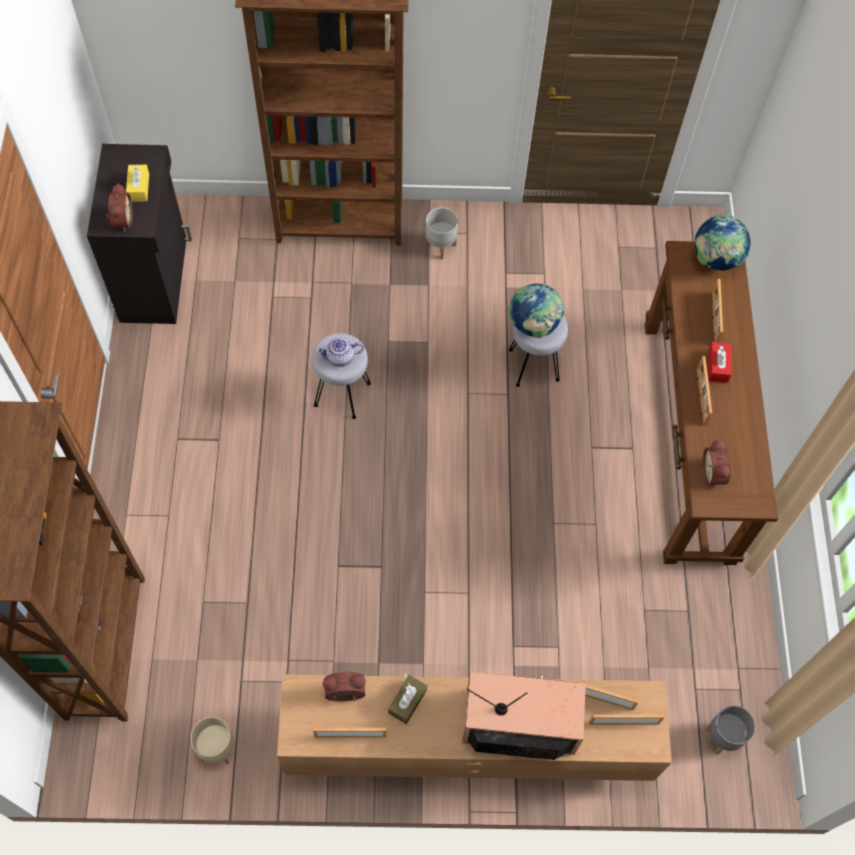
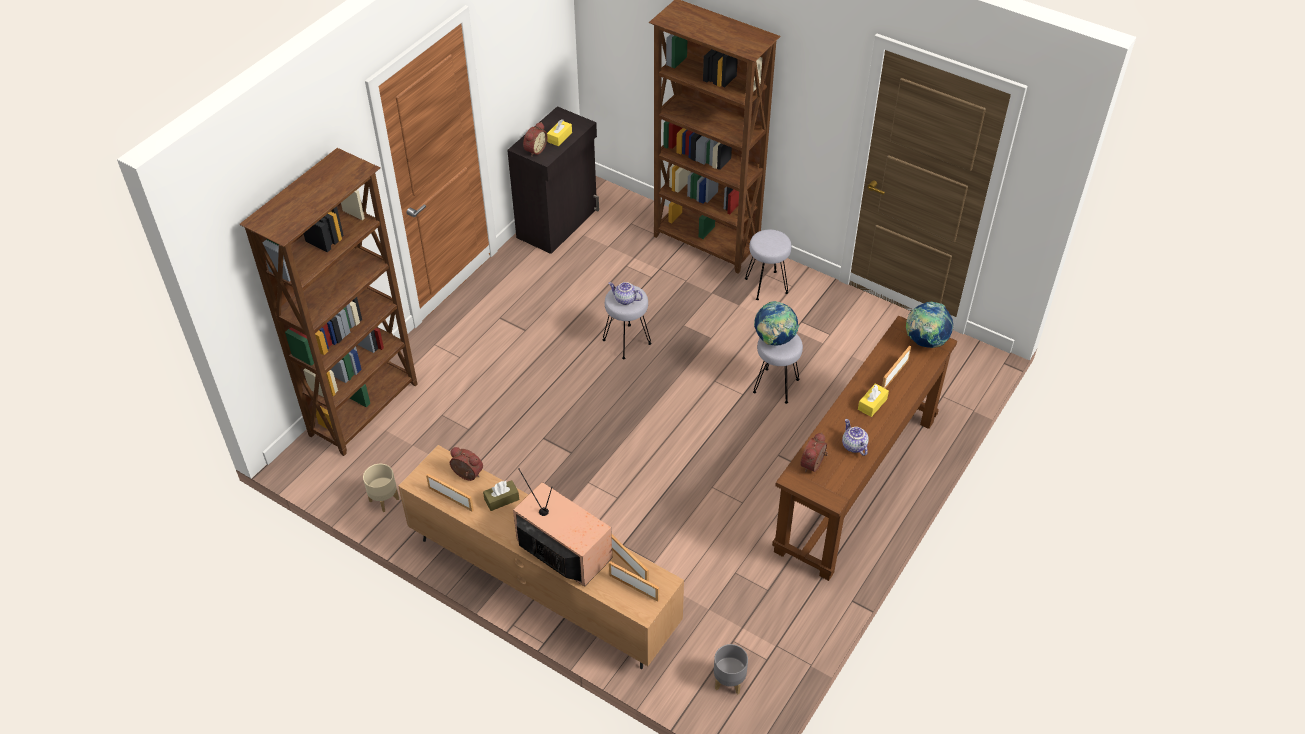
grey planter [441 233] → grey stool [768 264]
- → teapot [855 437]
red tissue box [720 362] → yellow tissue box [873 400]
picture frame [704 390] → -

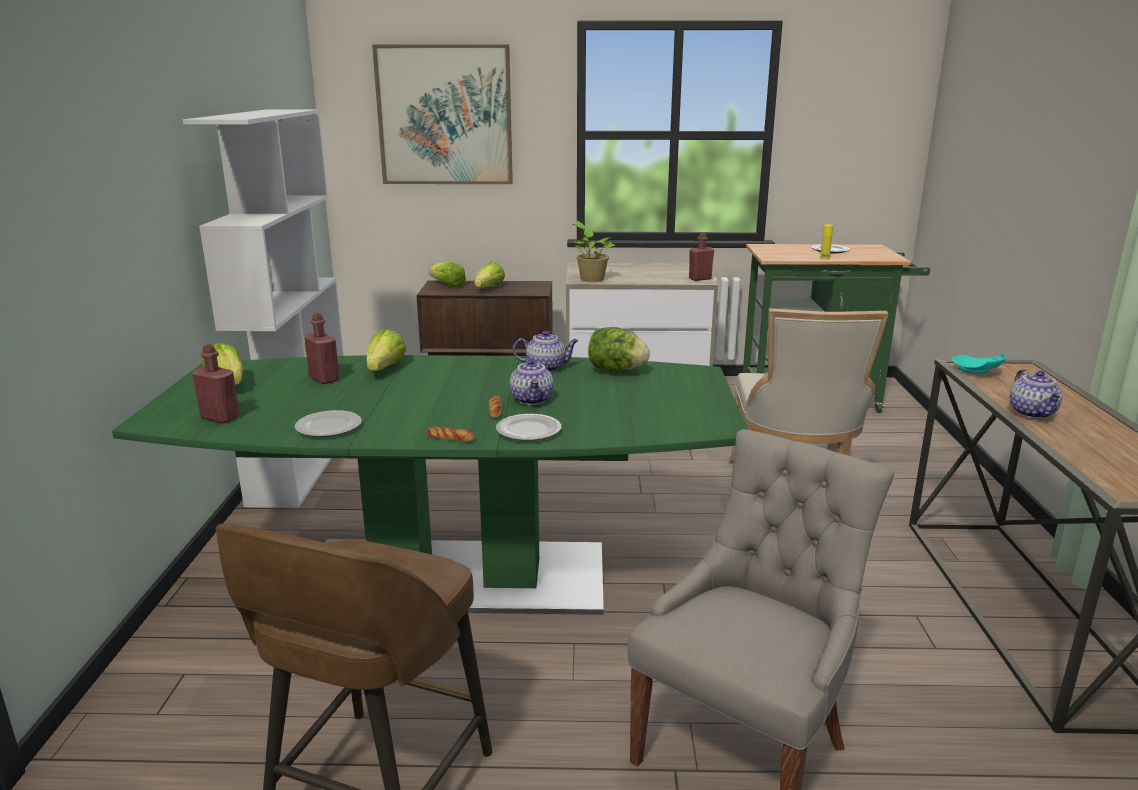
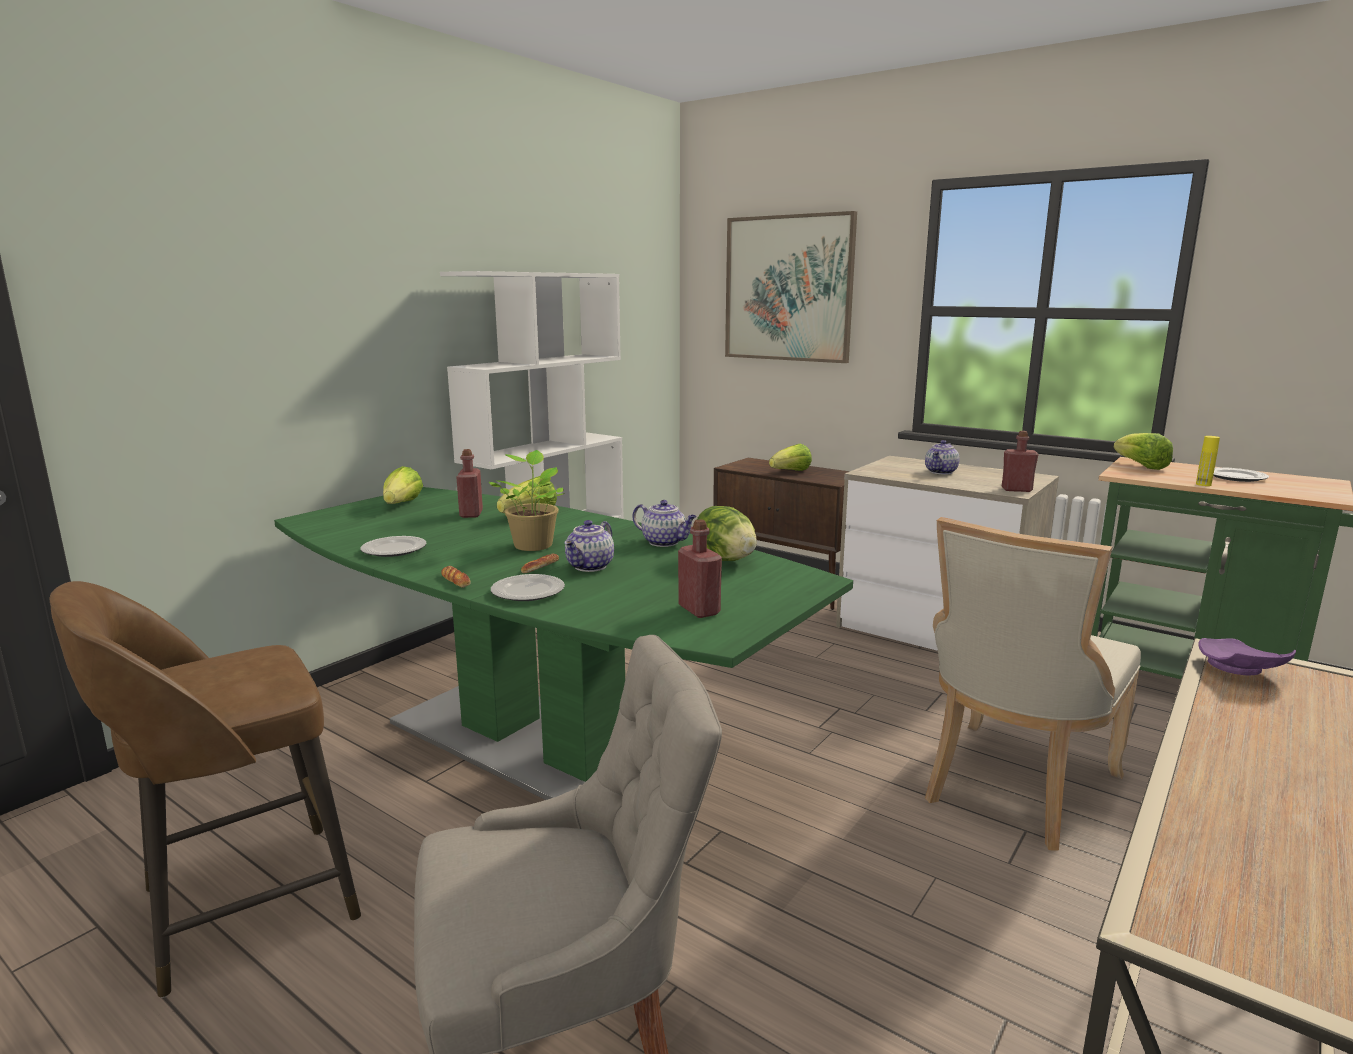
potted plant [593 251] → potted plant [526 500], move
red bottle [215 384] → red bottle [700 568], move
teapot [1036 394] → teapot [942 457], move
lettuce [447 274] → lettuce [1143 451], move
turquoise plate [978 363] → purple plate [1247 656]

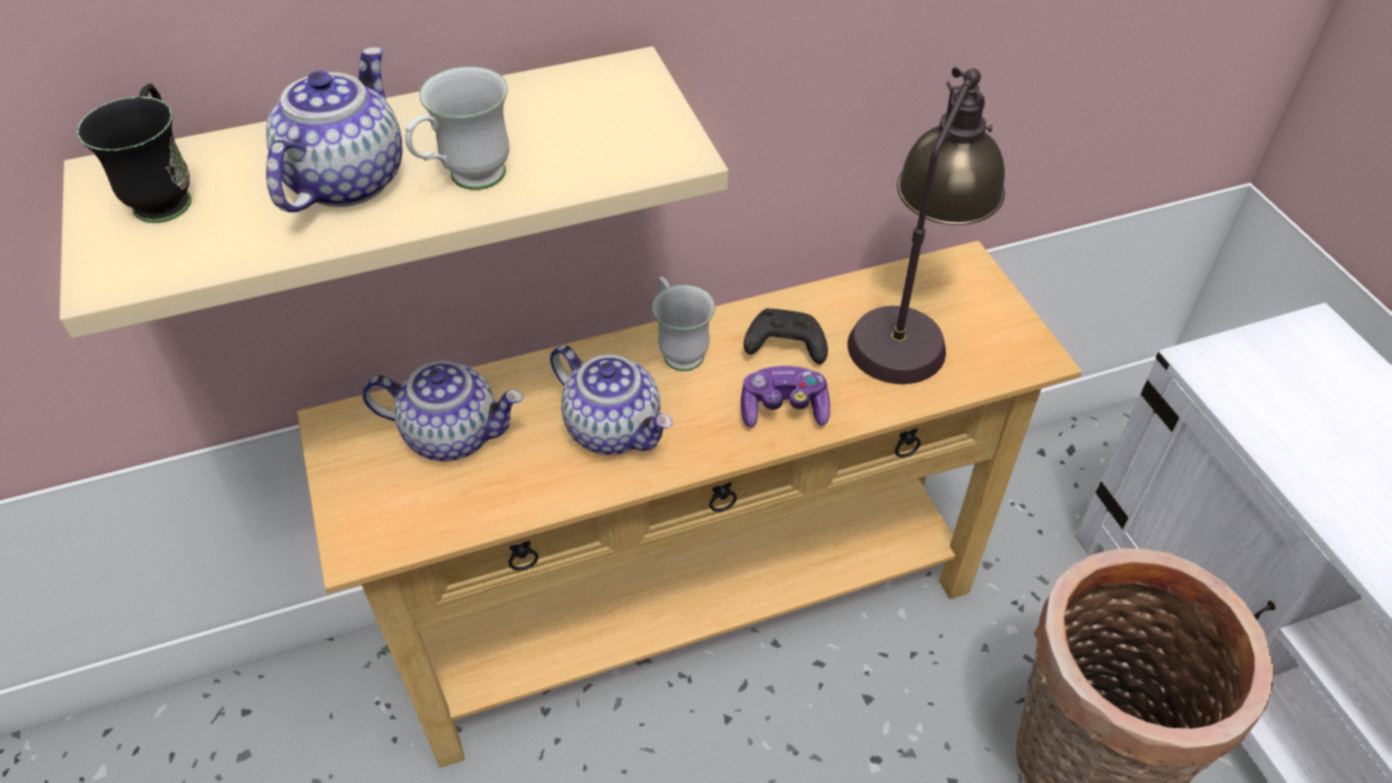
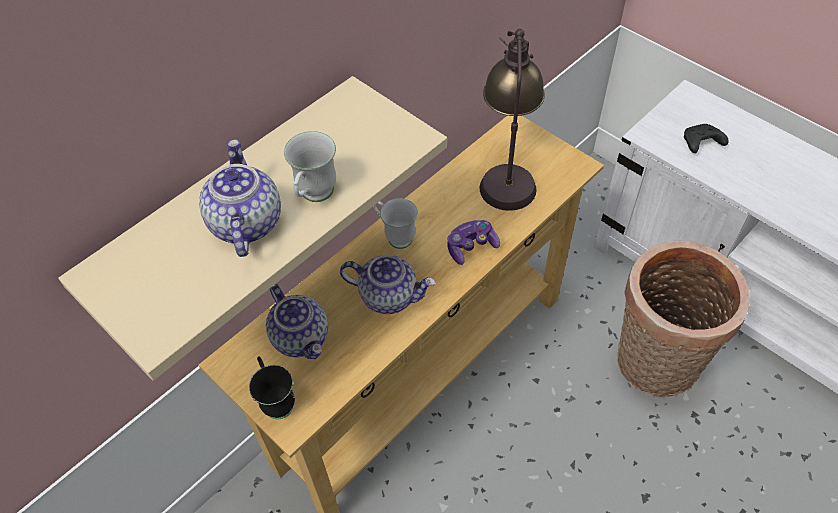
black mug [134 153] → black mug [272 388], move
teapot [442 411] → teapot [297 321], 75 degrees clockwise
black game controller [786 336] → black game controller [706 138], move

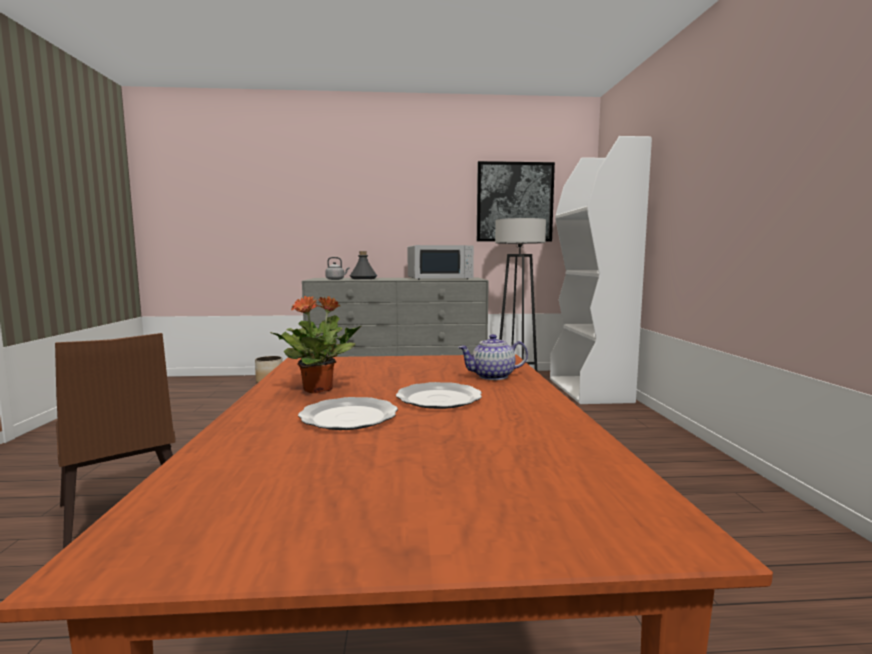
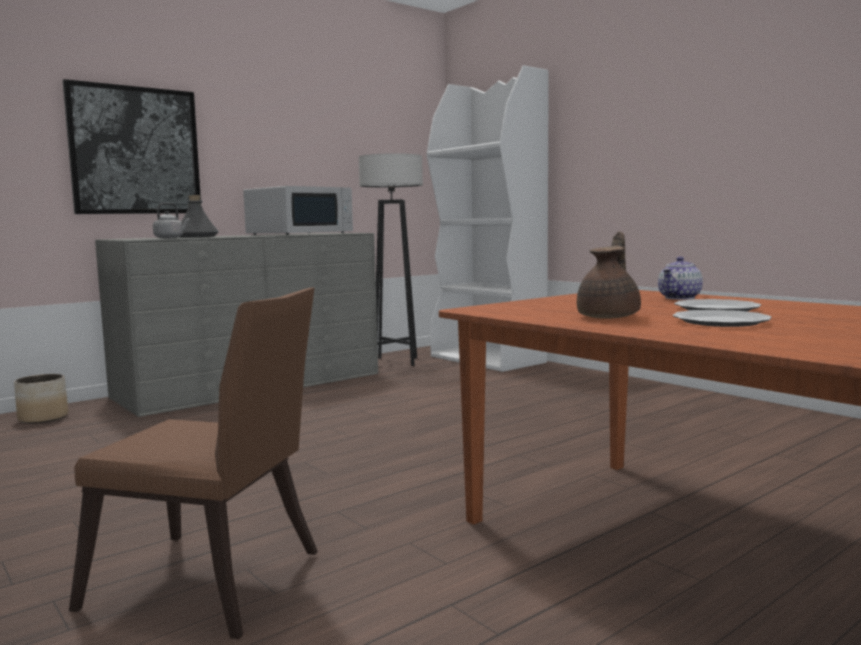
picture [516 201] → picture [131 146], move
potted plant [315 344] → brown teapot [609 275]

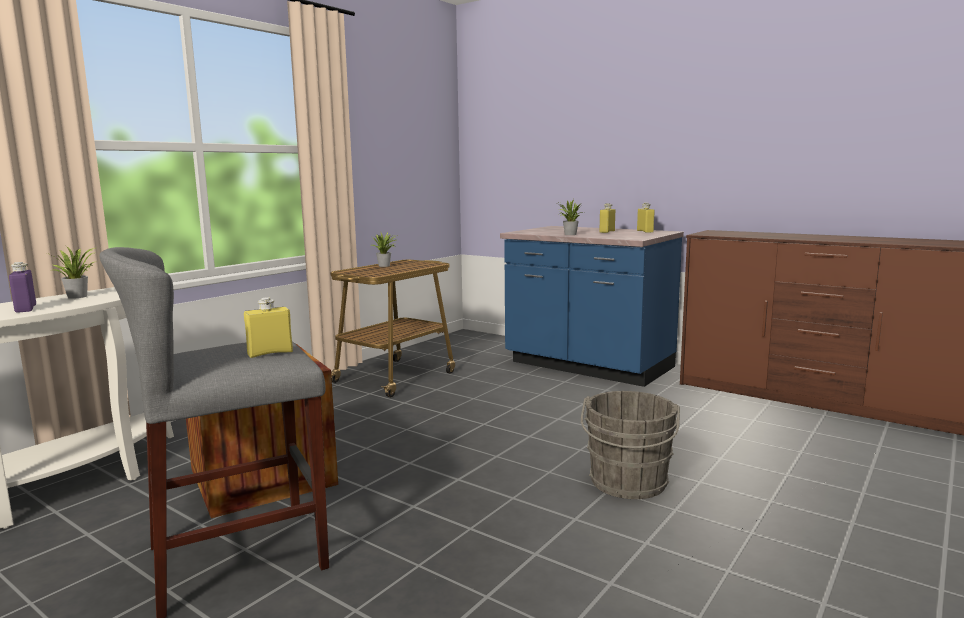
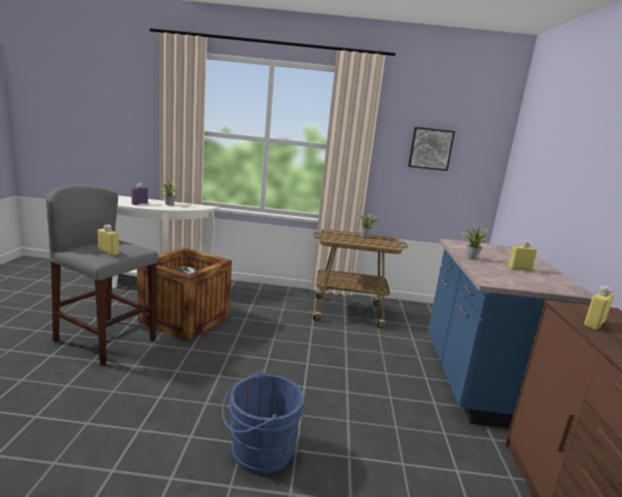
grey bucket [630 445] → blue bucket [263 422]
- → picture [431 149]
yellow bottle [646 218] → yellow bottle [599 308], move

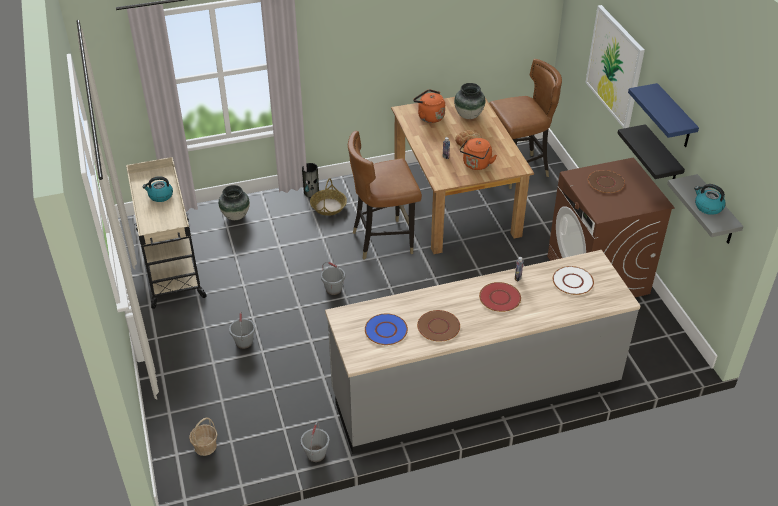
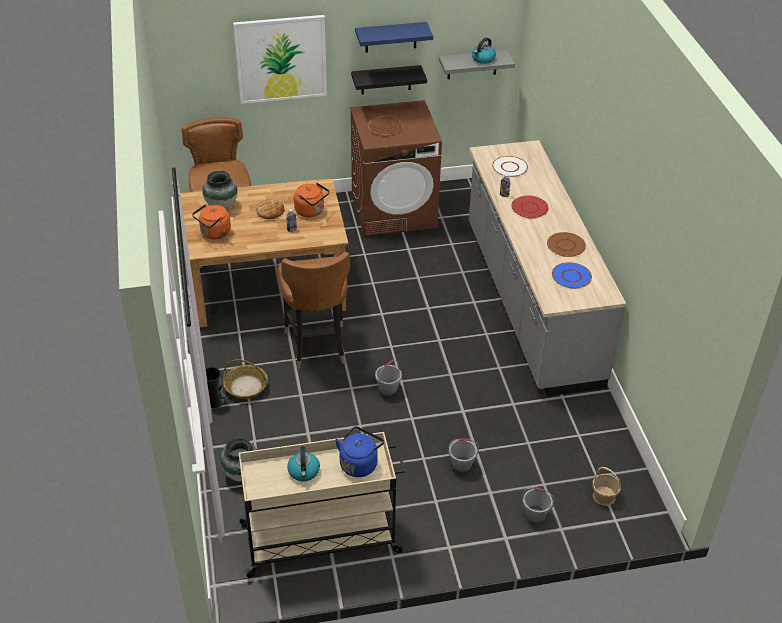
- → blue kettle [359 451]
grey bucket [315 442] → grey bucket [538 505], move

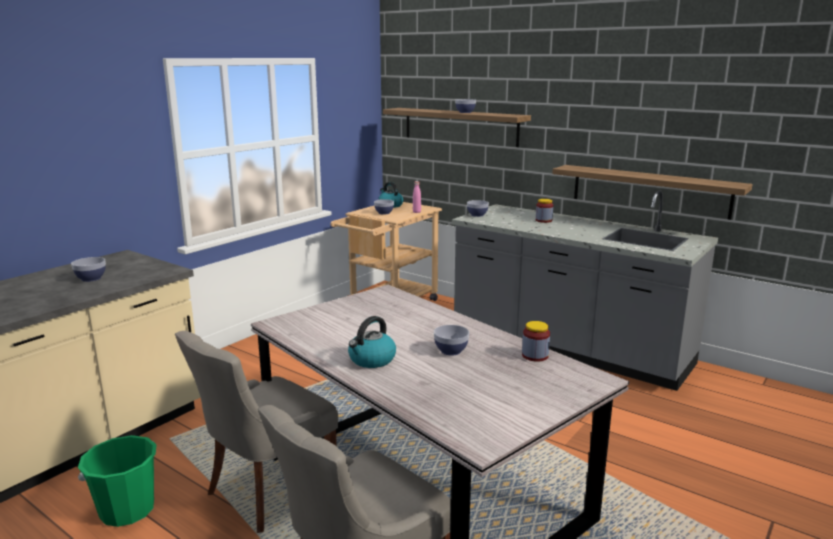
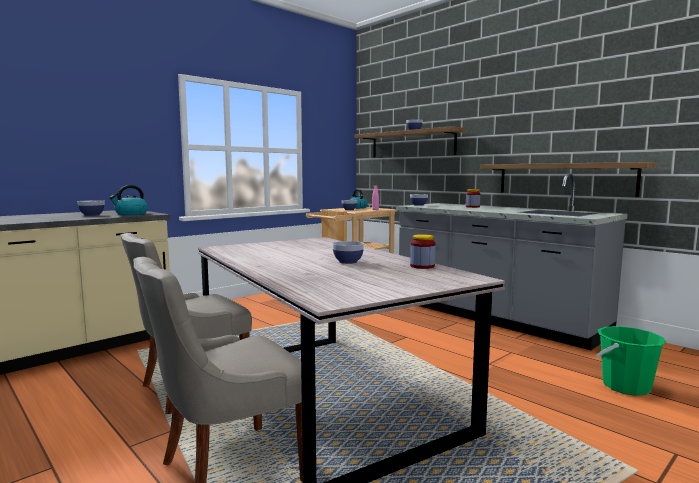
kettle [372 342] → kettle [128 200], move
green bucket [117 481] → green bucket [631 361], move

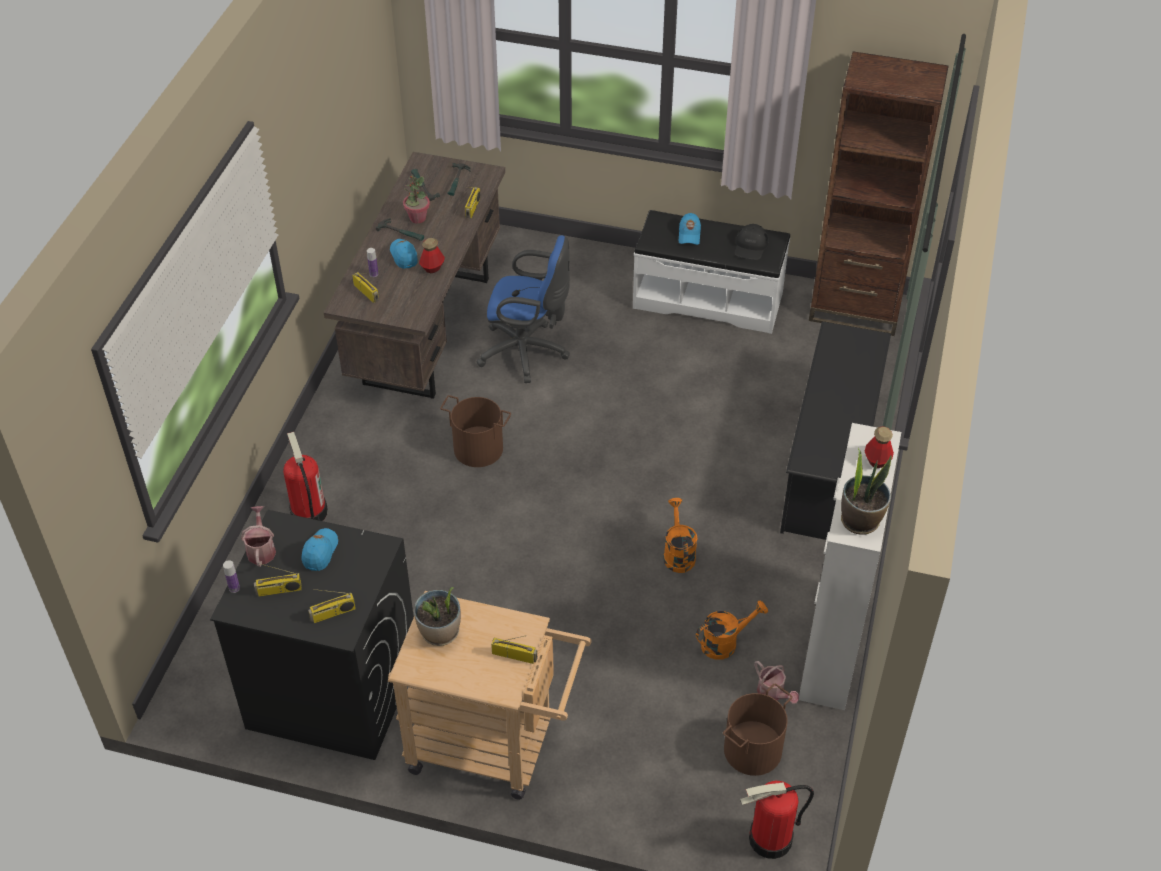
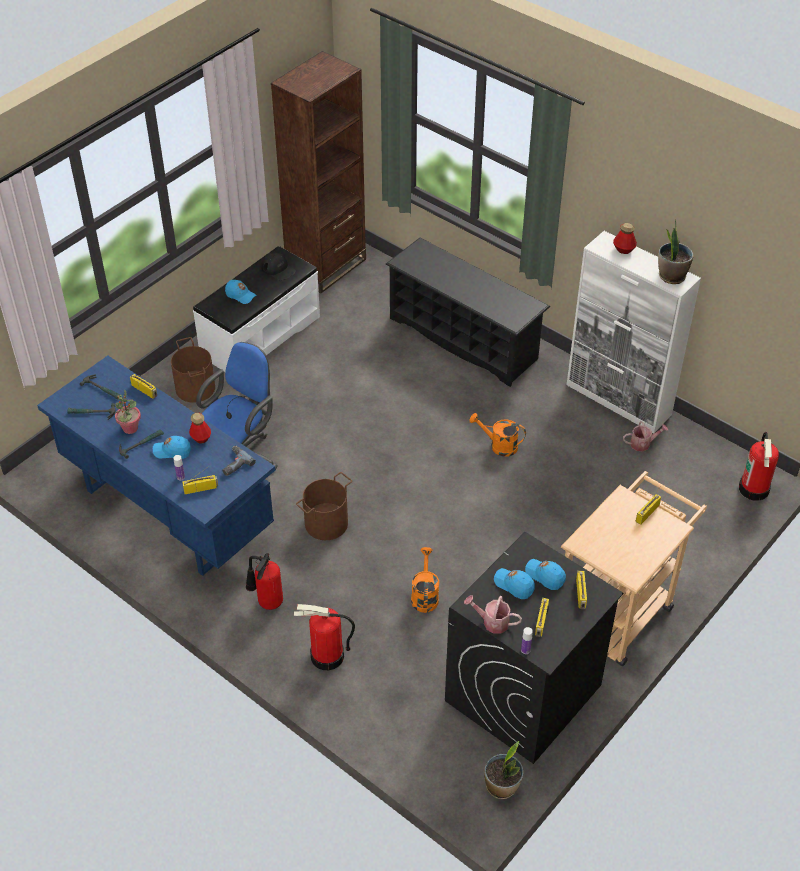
brown desk [414 275] → blue desk [156 466]
brown bucket [758 730] → brown bucket [193 370], move
- → power drill [239 461]
- → fire extinguisher [264 581]
orange watering can [732 630] → orange watering can [425 580], move
potted plant [437 616] → potted plant [503 770], move
- → blue cap [545 574]

